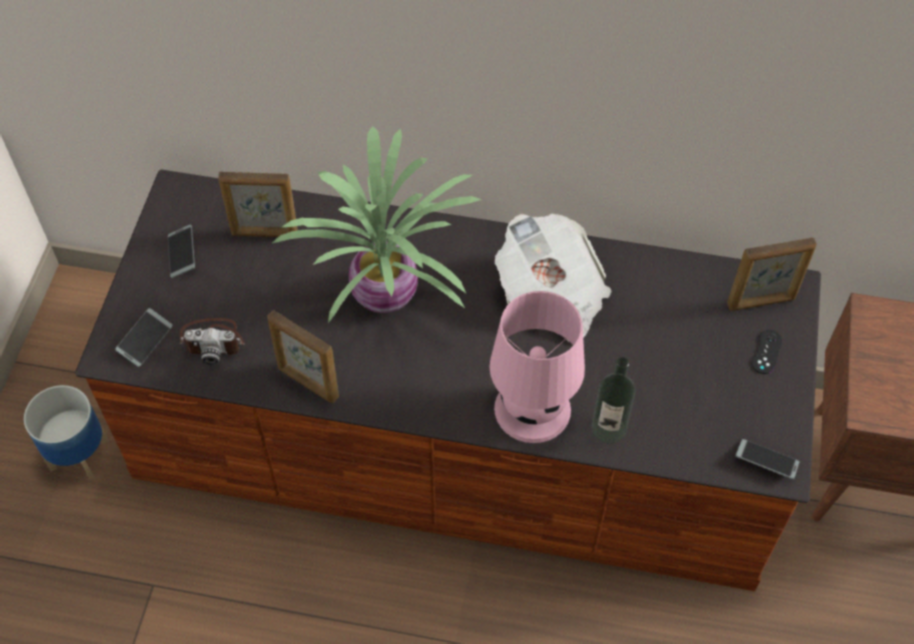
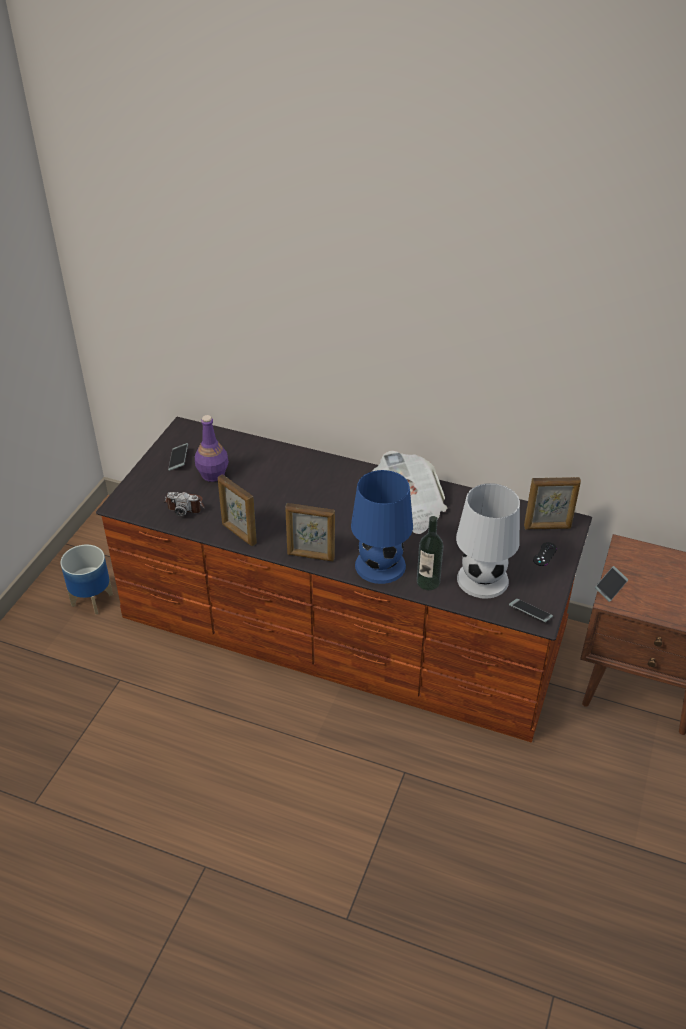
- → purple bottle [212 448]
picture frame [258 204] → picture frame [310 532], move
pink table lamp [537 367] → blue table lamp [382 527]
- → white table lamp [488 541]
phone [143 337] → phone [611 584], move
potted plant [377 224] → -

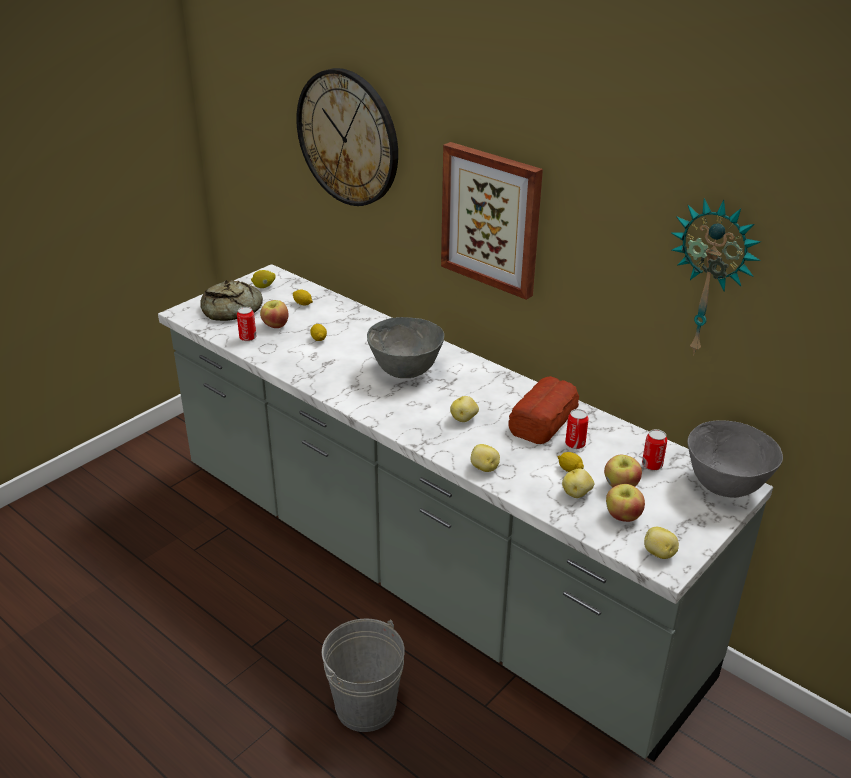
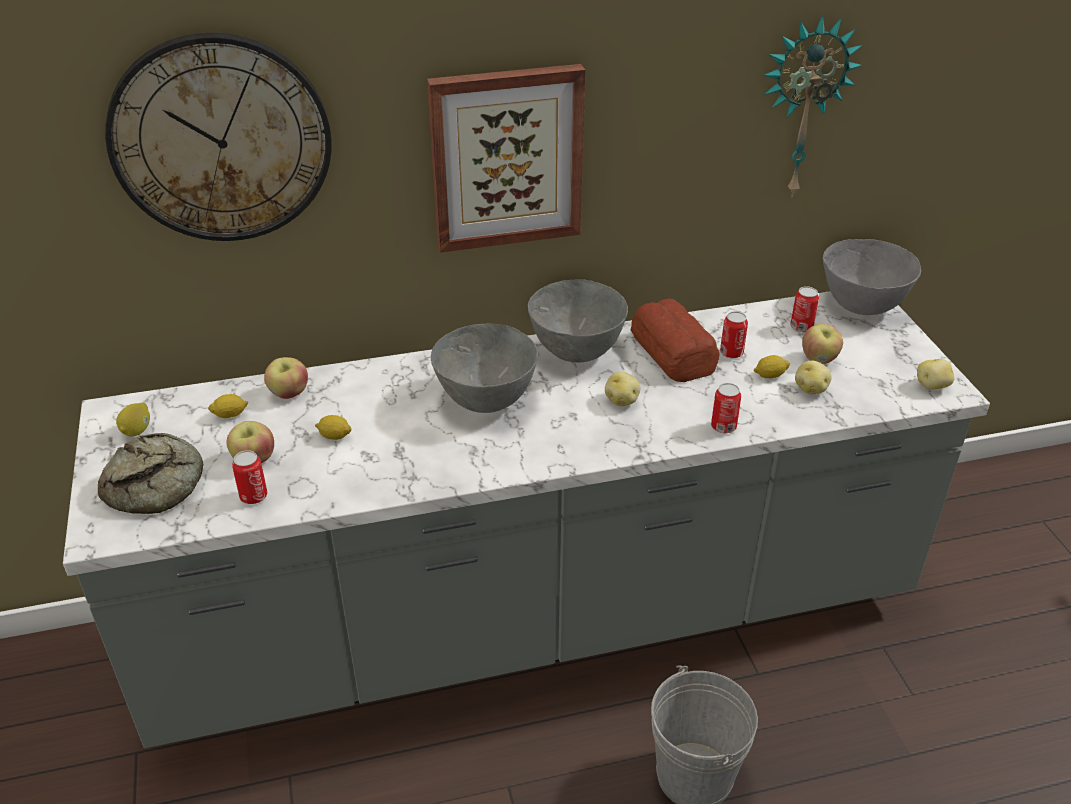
apple [625 503] → apple [286 378], move
- → grey bowl [578 321]
potato [485 458] → can [726 408]

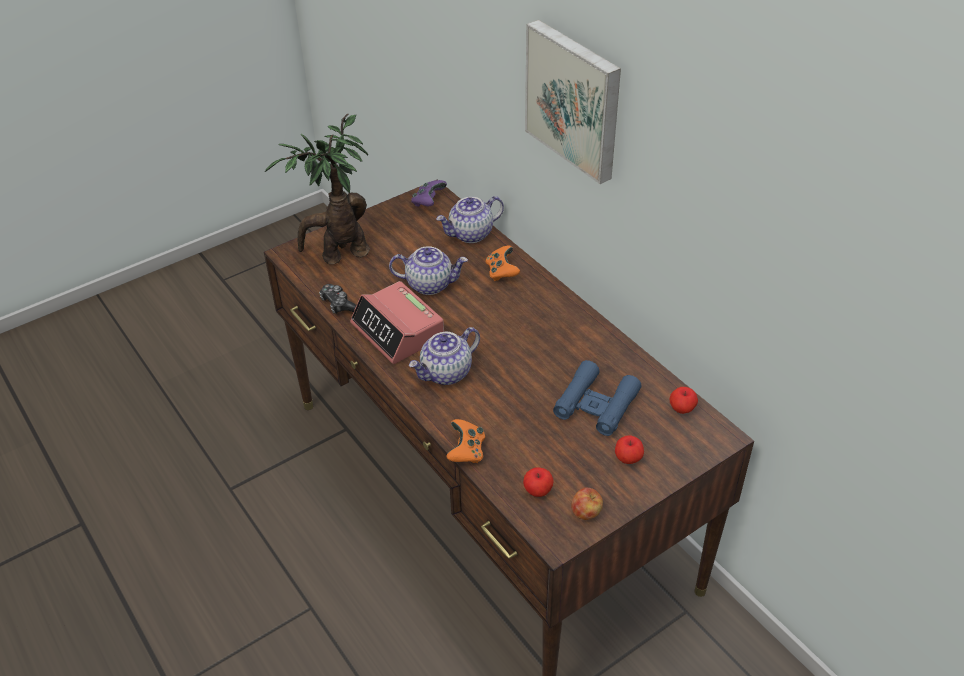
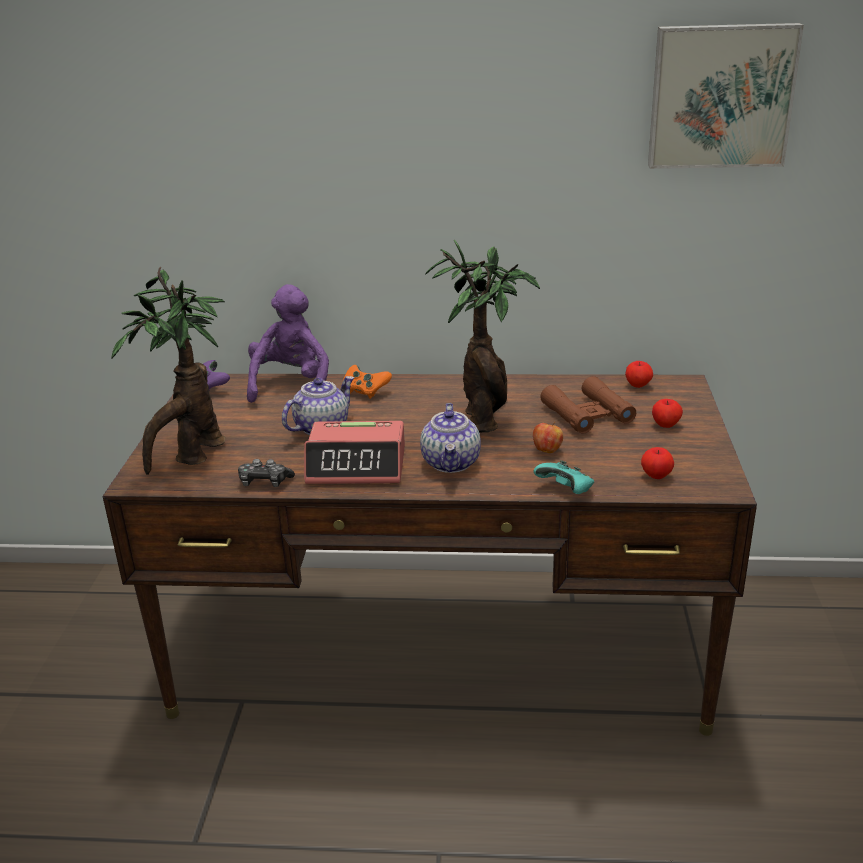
teapot [470 219] → purple plush toy [288 343]
- → potted plant [482 336]
apple [587 504] → apple [548 437], move
orange game controller [465 441] → turquoise game controller [564 477]
blue binoculars [597 398] → brown binoculars [588 404]
picture [573 102] → picture [726 96], move

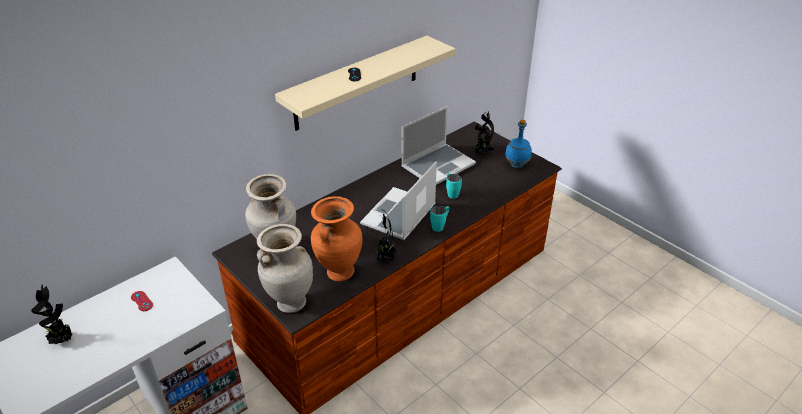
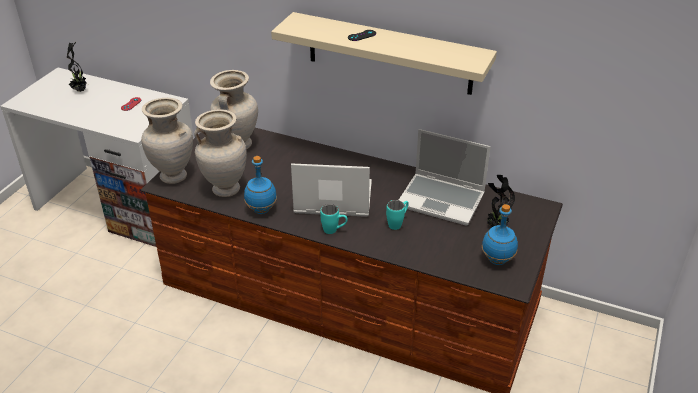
orange vase [337 239] → beige vase [220 153]
potted plant [386 235] → blue bottle [260 185]

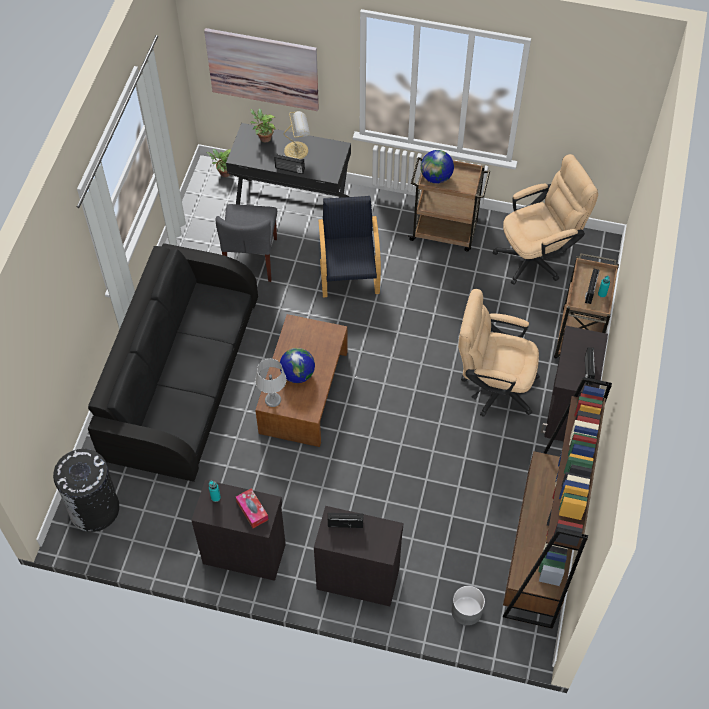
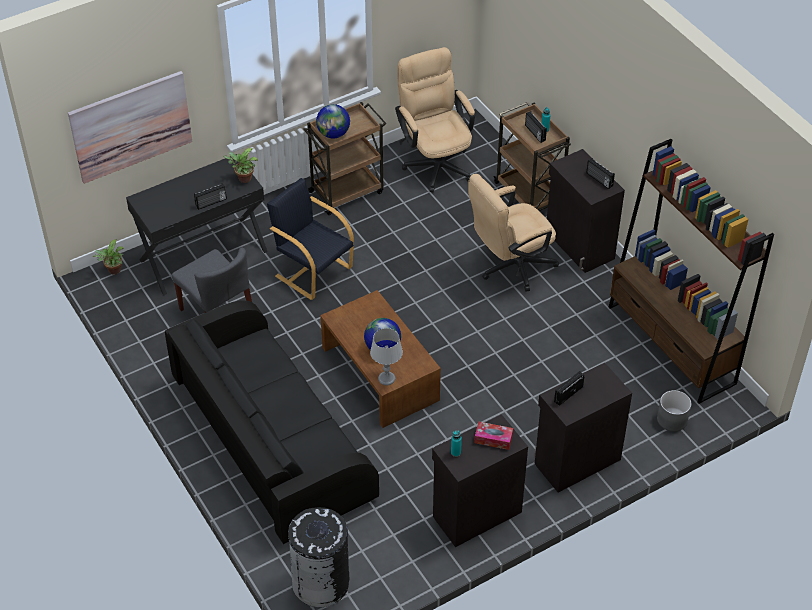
potted plant [263 125] → potted plant [240 165], move
beige office chair [545 219] → beige office chair [435 120], 45 degrees counterclockwise
table lamp [297 135] → -

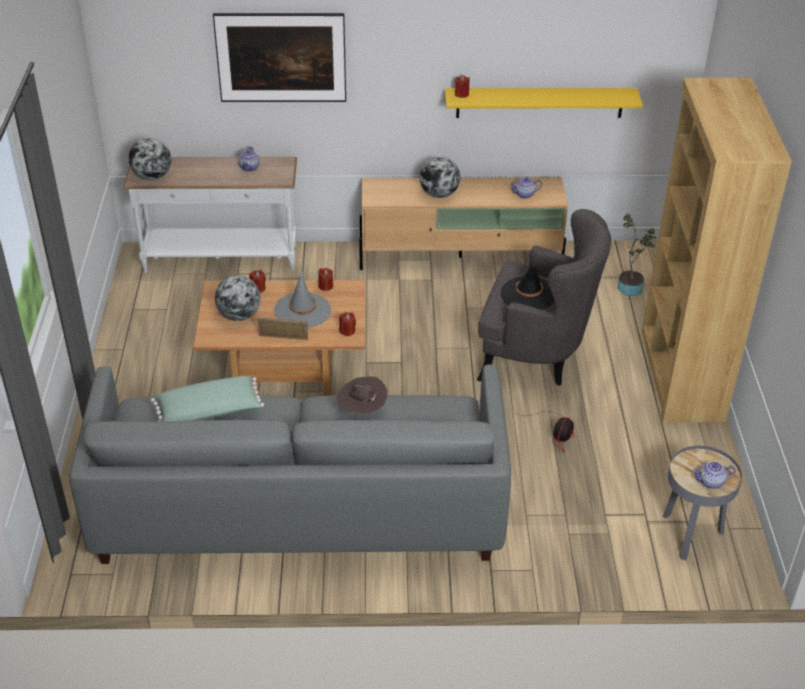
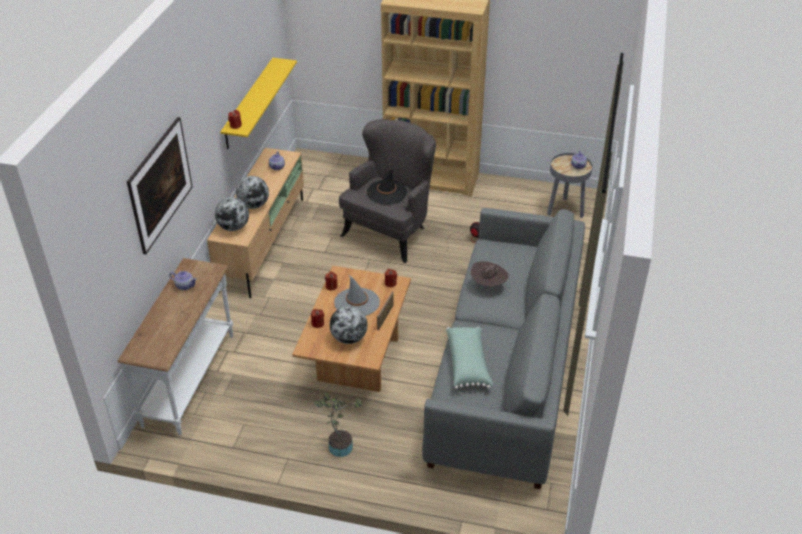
globe [150 159] → globe [232 214], move
potted plant [637 255] → potted plant [338 425], move

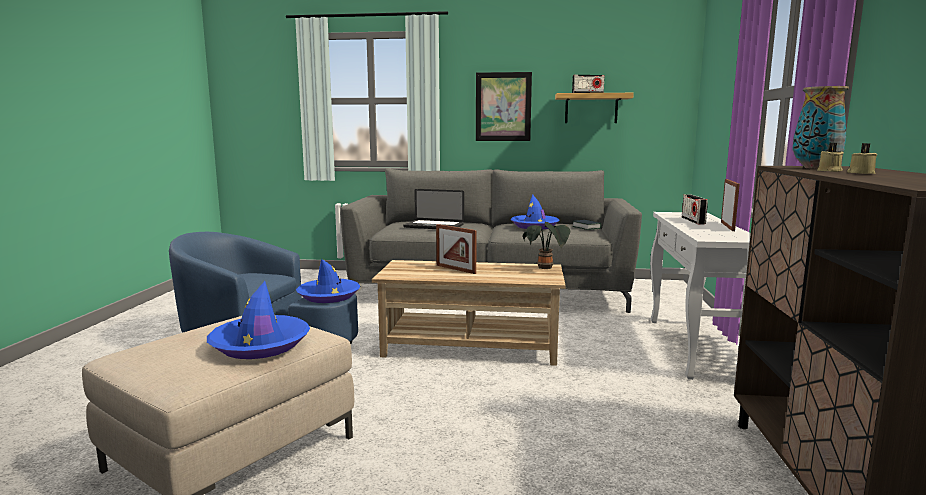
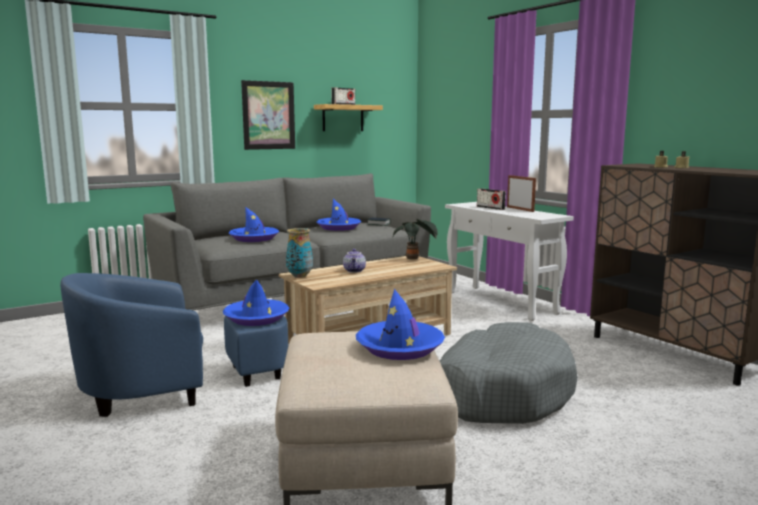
laptop [433 209] → blue hat [254 224]
vase [820 127] → vase [299 253], move
picture frame [456 249] → teapot [354 261]
- → grey dog bed [509 373]

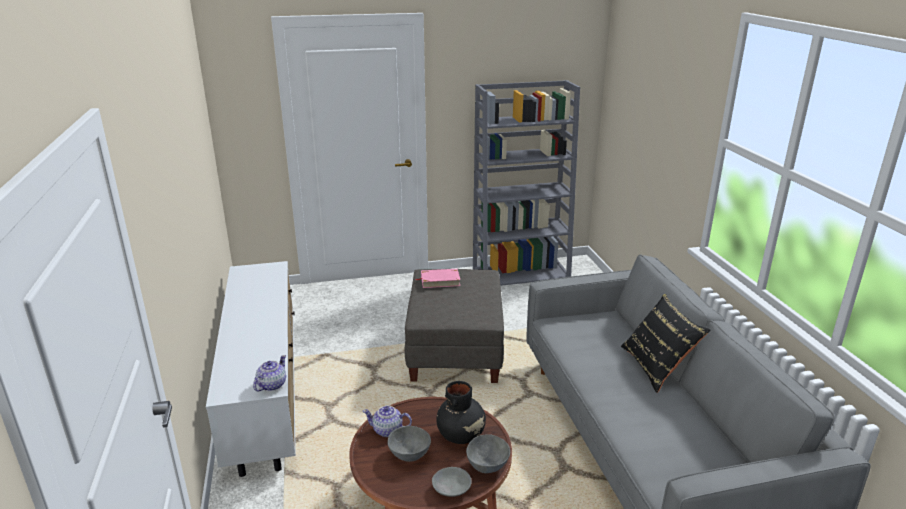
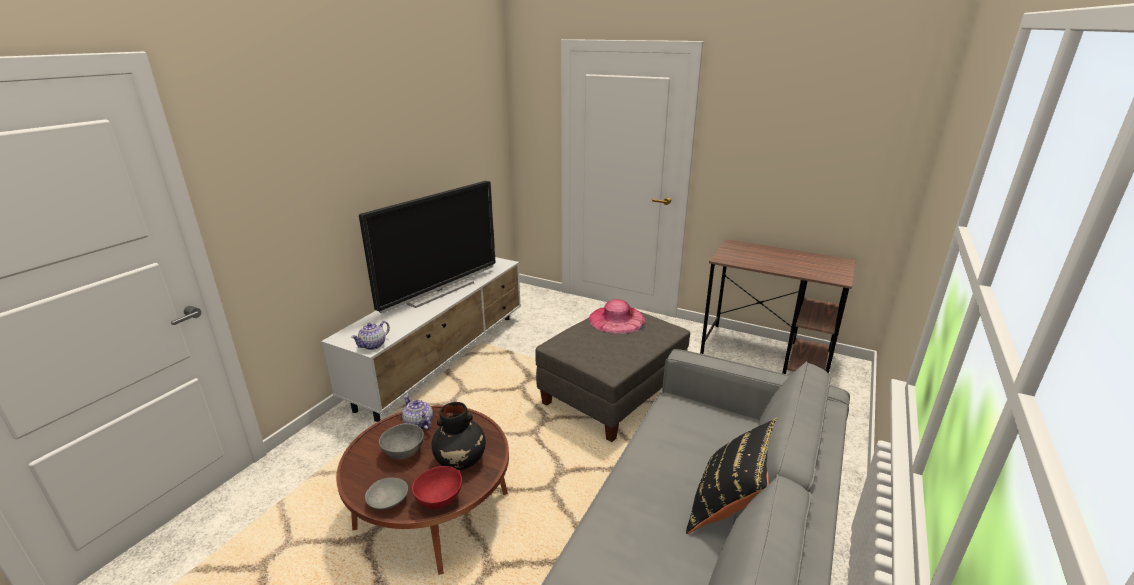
teapot [269 373] → teapot [370 335], 150 degrees clockwise
- → television [427 247]
grey bowl [488 453] → red bowl [437 487]
pink book [437 278] → pink hat [617 316]
grey bookcase [526 183] → brown desk [778 306]

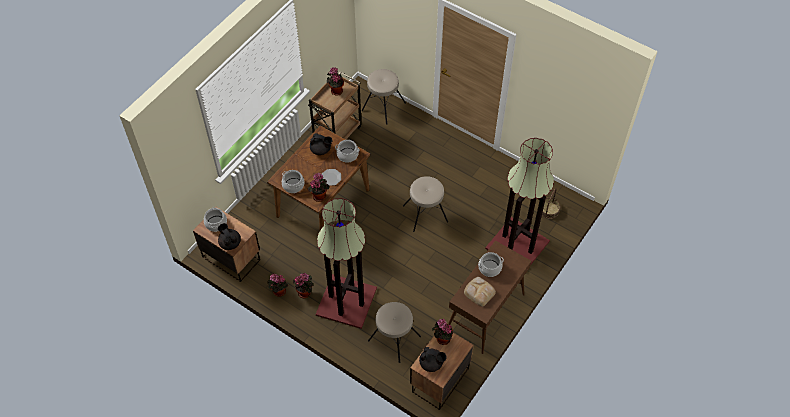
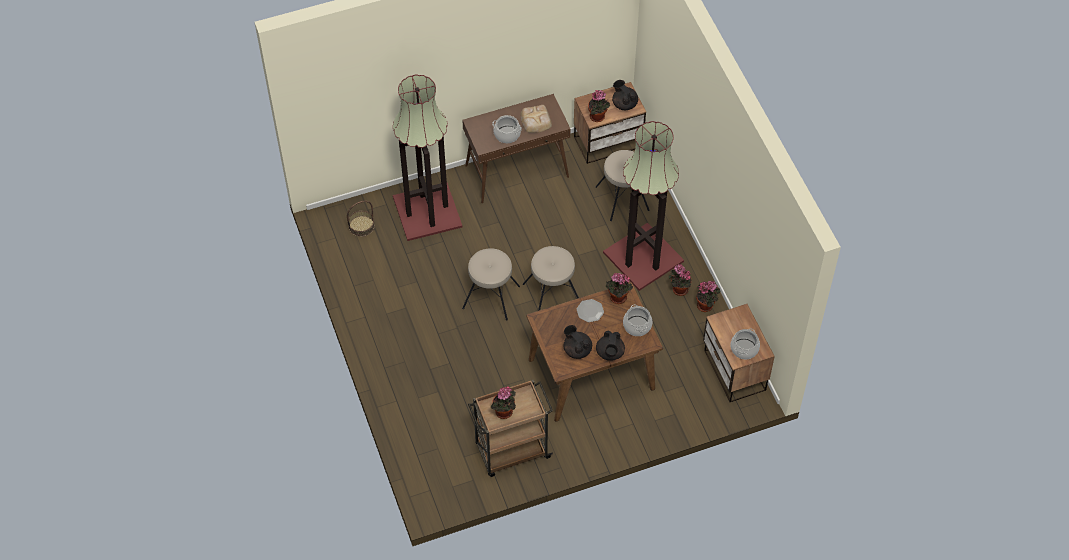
beige stool [384 96] → beige stool [551 278], move
black teapot [229 236] → black teapot [610 346], move
cooking pot [347 151] → -

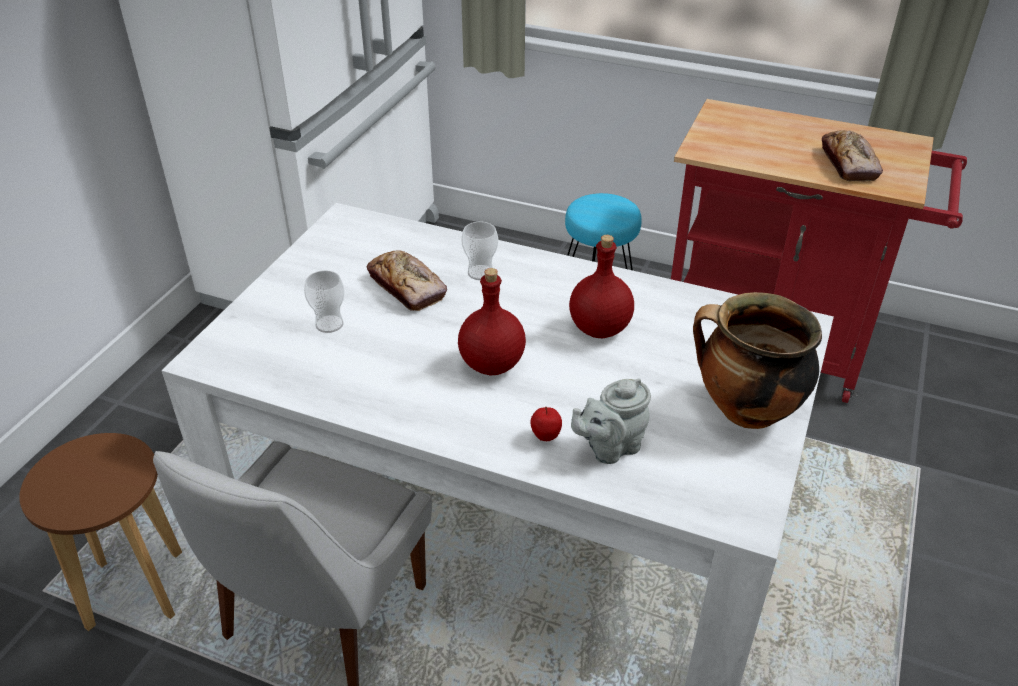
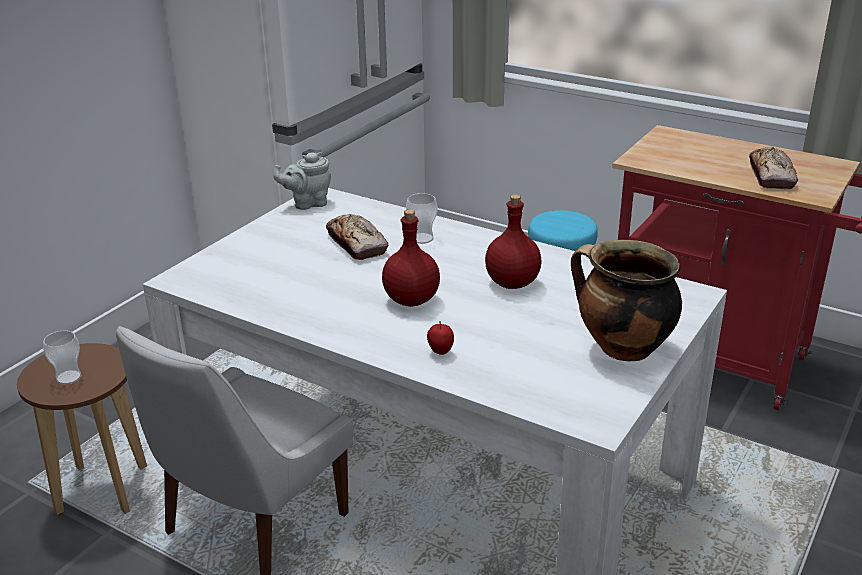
cup [324 301] → cup [62 357], move
grey teapot [611 421] → grey teapot [302 181], move

